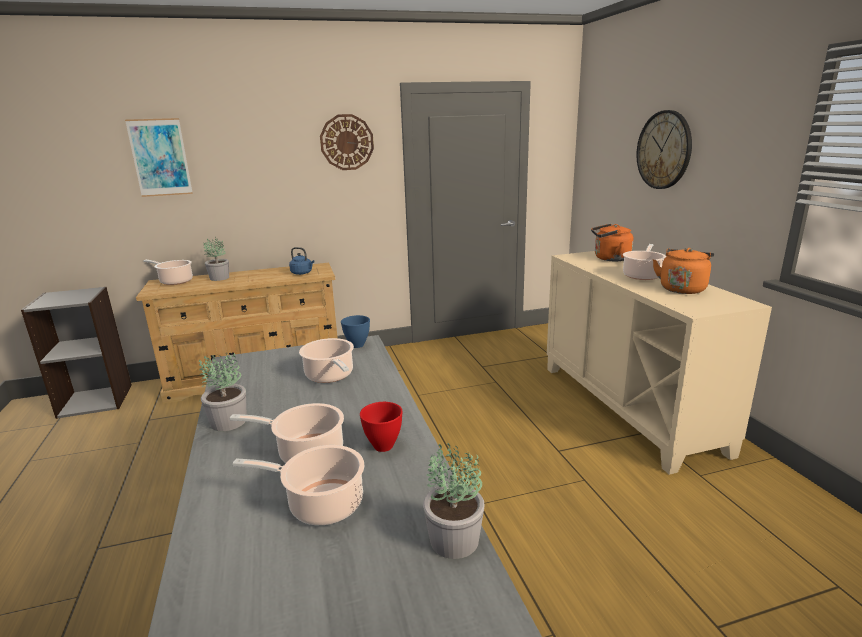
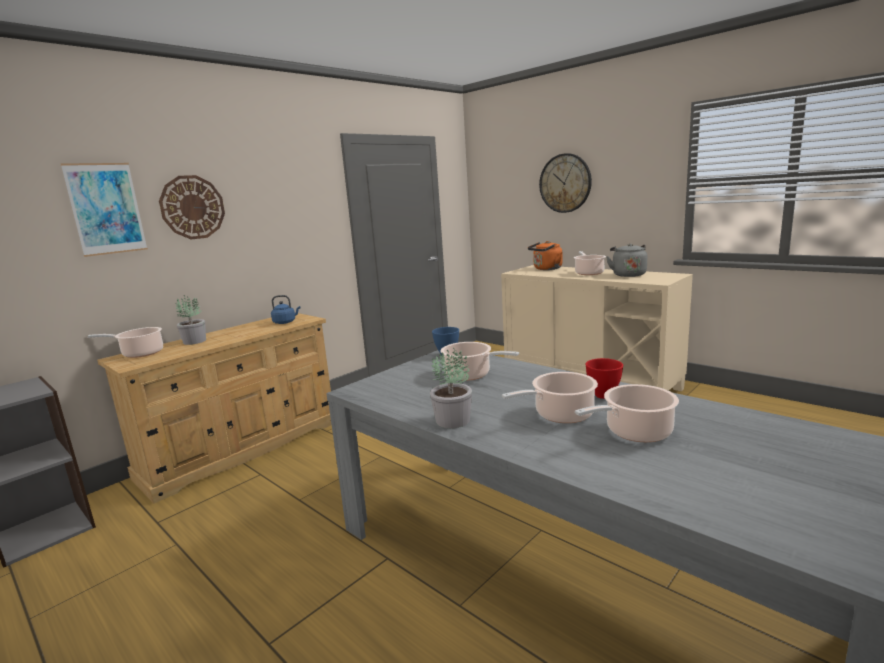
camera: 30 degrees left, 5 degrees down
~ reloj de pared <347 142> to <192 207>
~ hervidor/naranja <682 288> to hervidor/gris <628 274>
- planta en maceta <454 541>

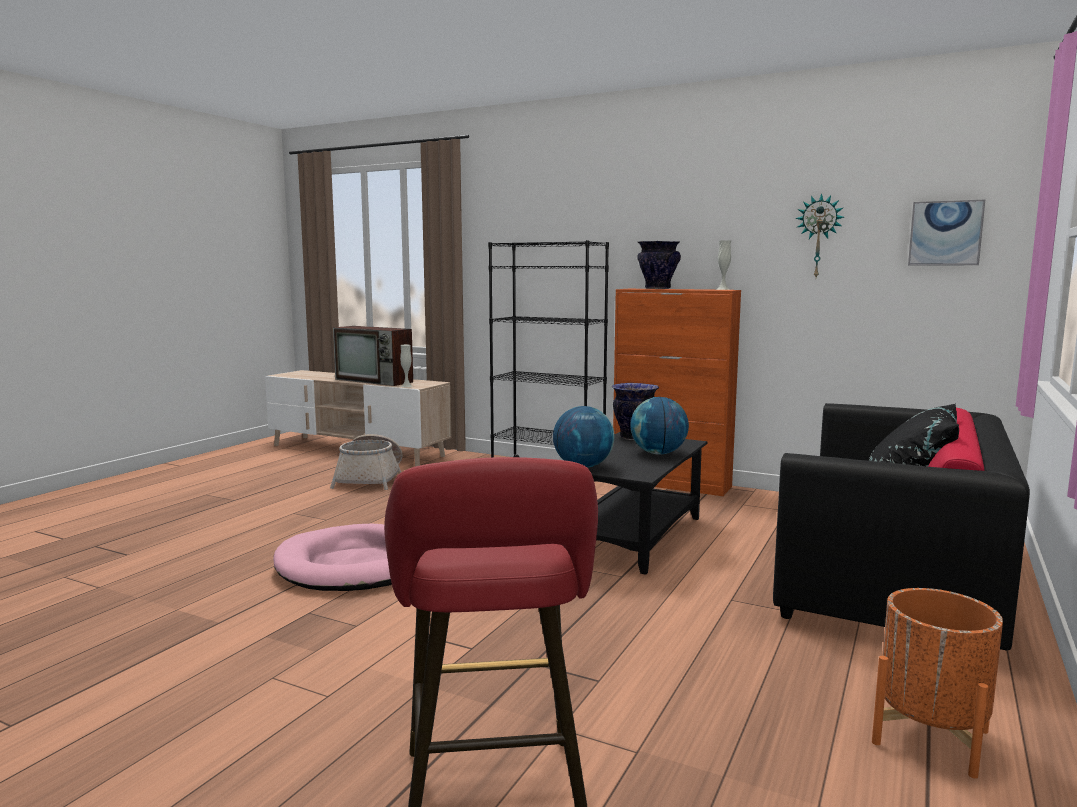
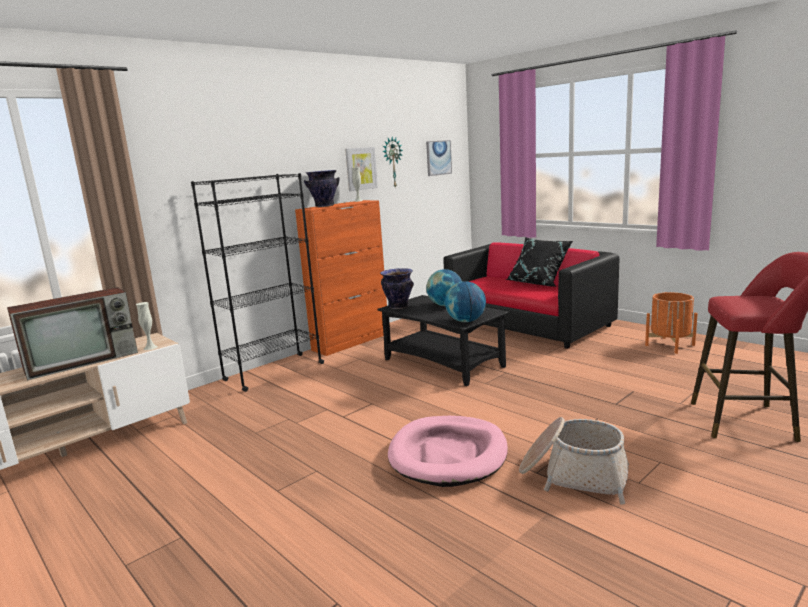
camera: 70 degrees left, 5 degrees up
~ cesta <370 479> to <573 475>
+ cuadro <361 168>

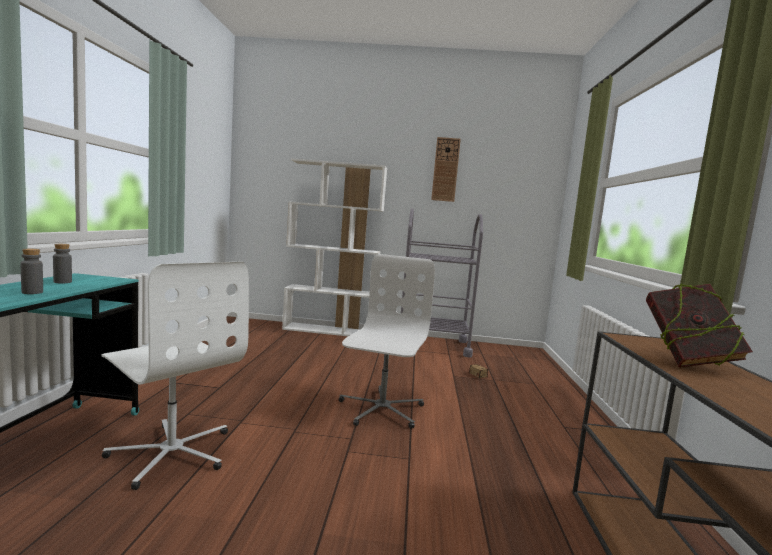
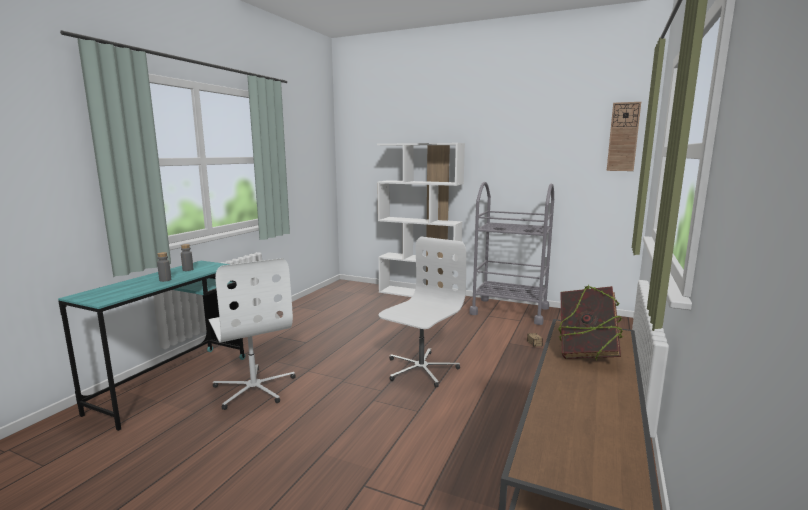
camera: 20 degrees right, 5 degrees up
~ reloj de pared <445 169> to <623 137>

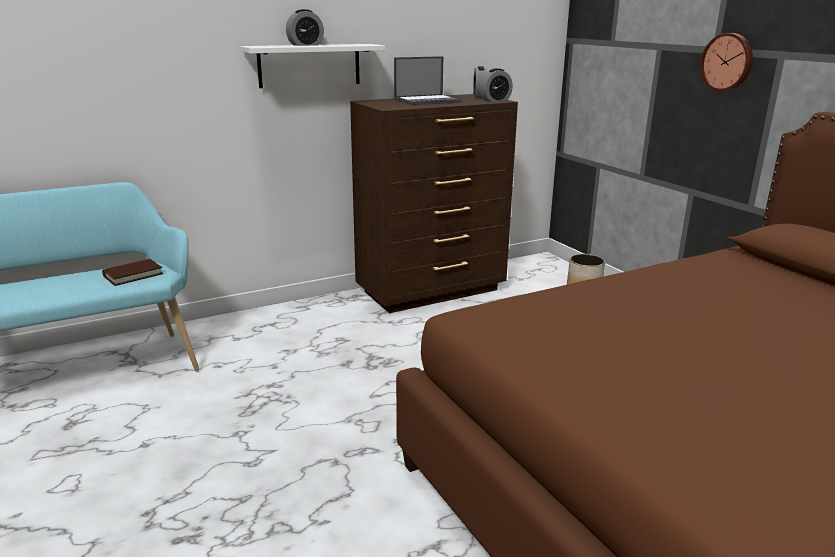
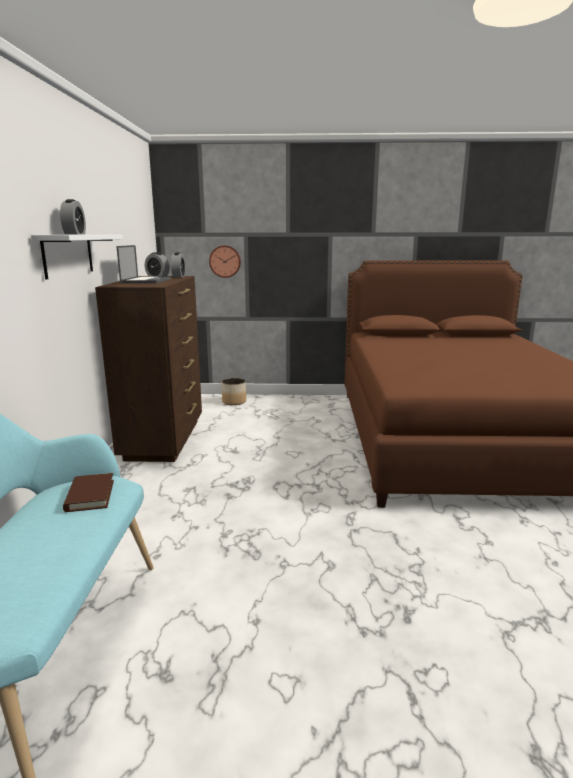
camera: 60 degrees left, 5 degrees down
~ reloj de pared <728 62> to <225 261>

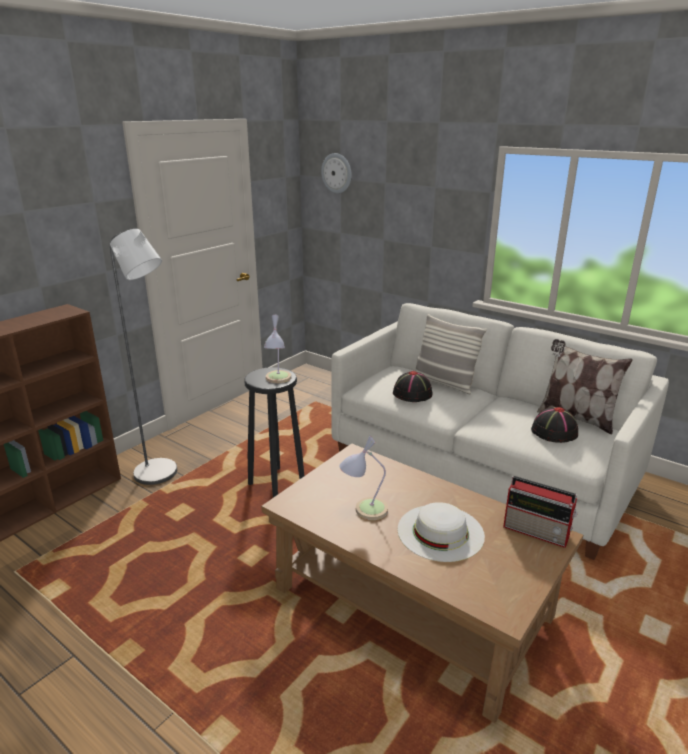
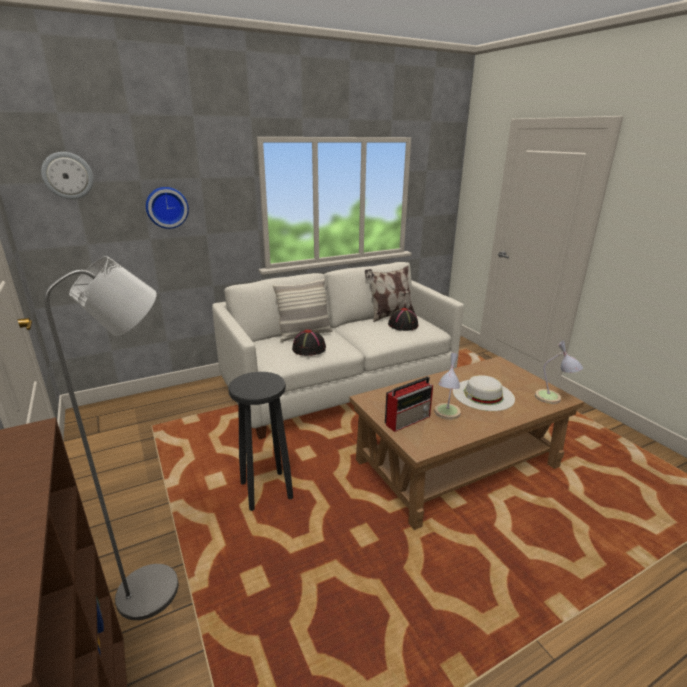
camera: 65 degrees left, 0 degrees up
~ lámpara de mesa <277 380> to <553 398>
~ radio <537 532> to <408 420>
+ reloj de pared <167 207>

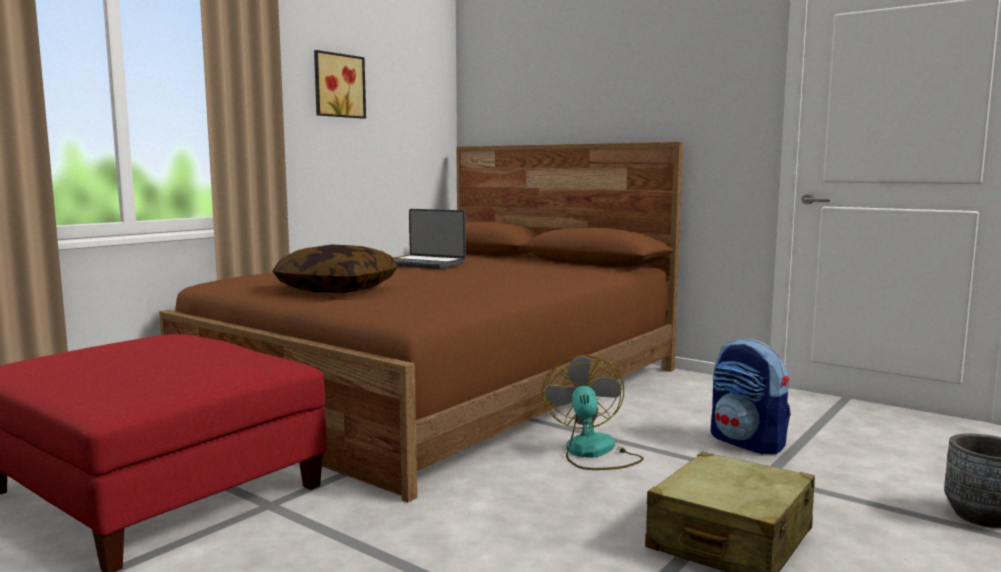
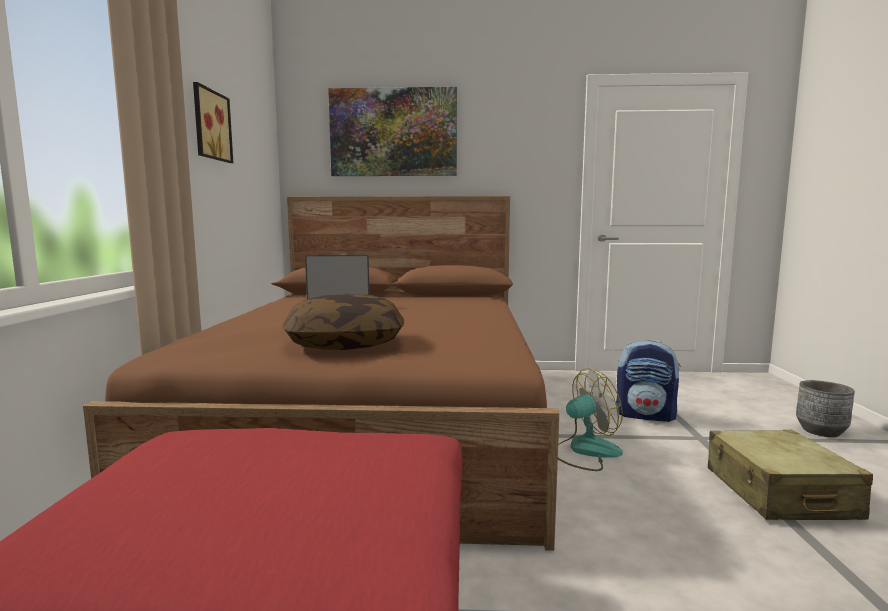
camera: 35 degrees left, 0 degrees up
~ ventilador <593 453> = <584 451> 105 degrees clockwise
+ cuadro <393 132>

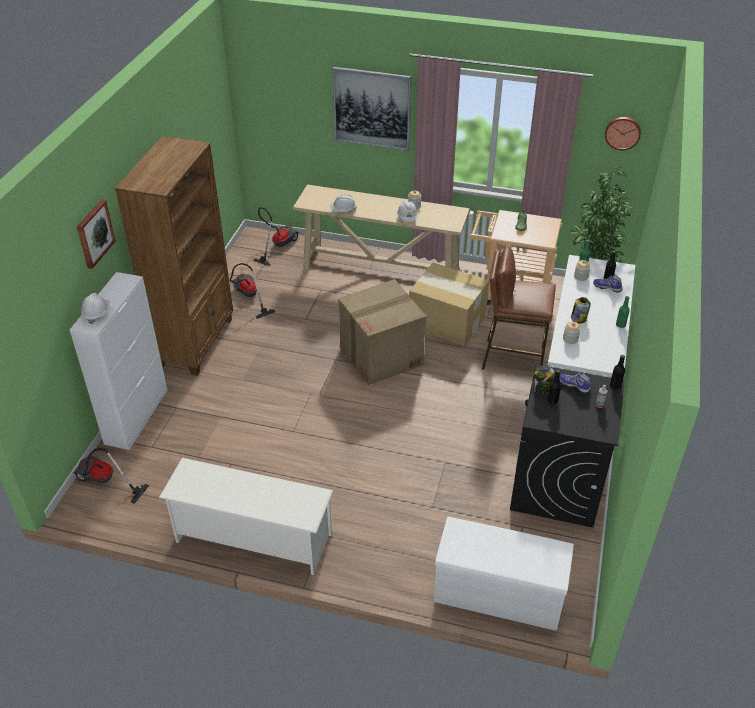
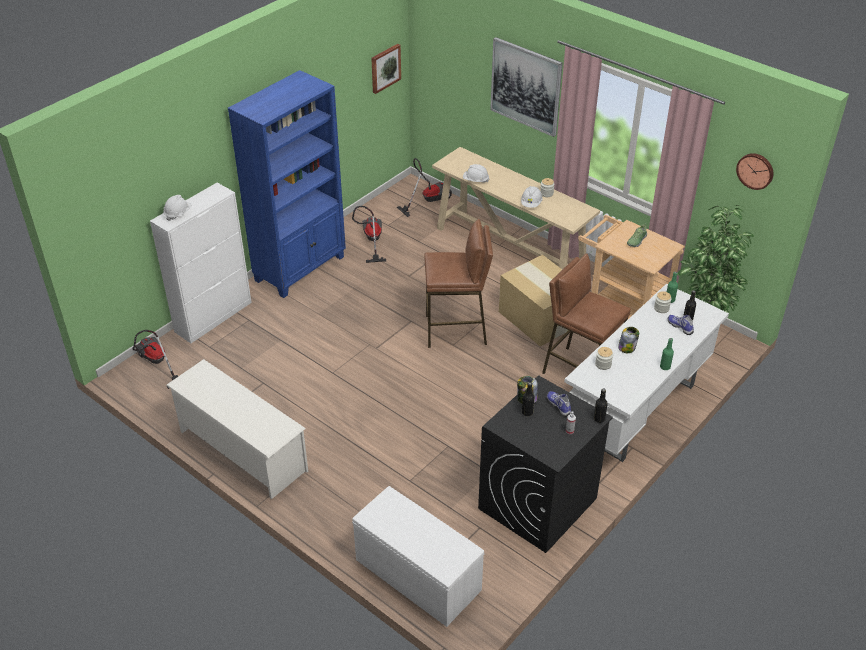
camera: 25 degrees right, 0 degrees up
~ estantería/marrón <196 342> to estantería/azul <301 268>
~ cuadro <94 233> to <385 68>
~ caja de cartón <382 355> to taburete/marrón <456 330>

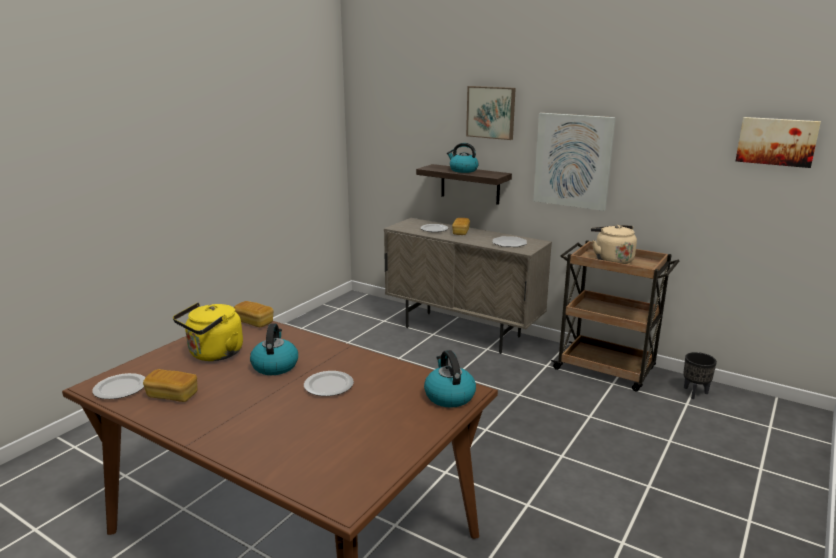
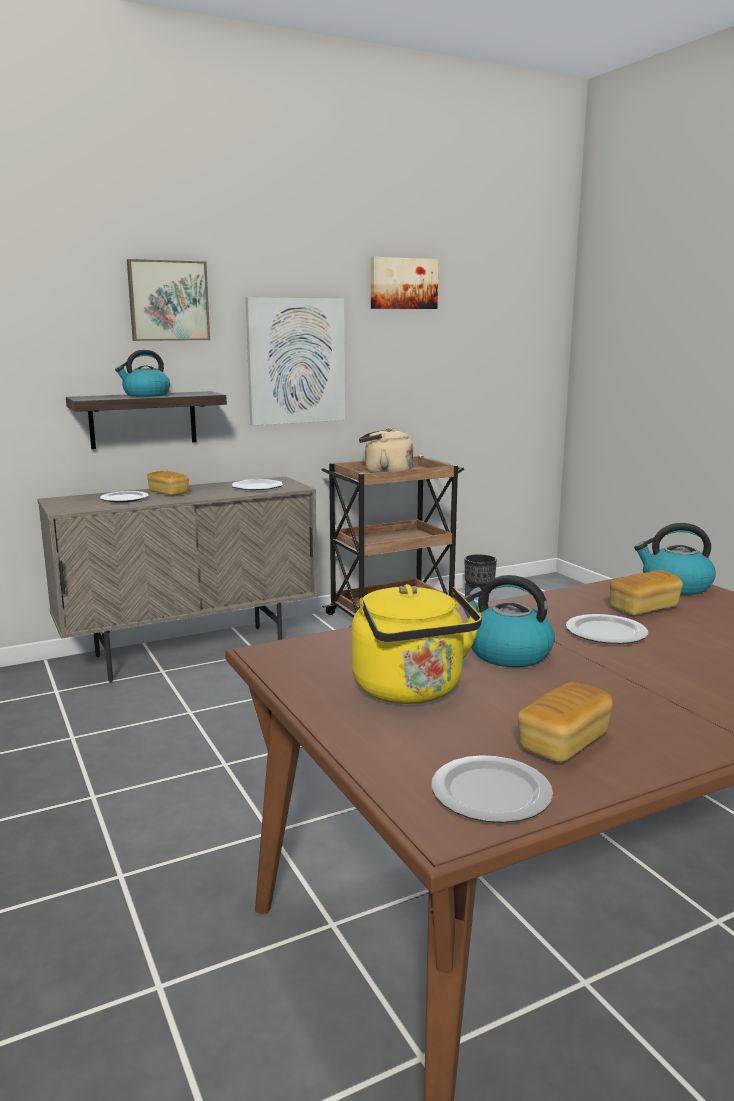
camera: 60 degrees left, 5 degrees down
~ cuadro <776 141> to <403 283>
~ pan <254 322> to <643 608>

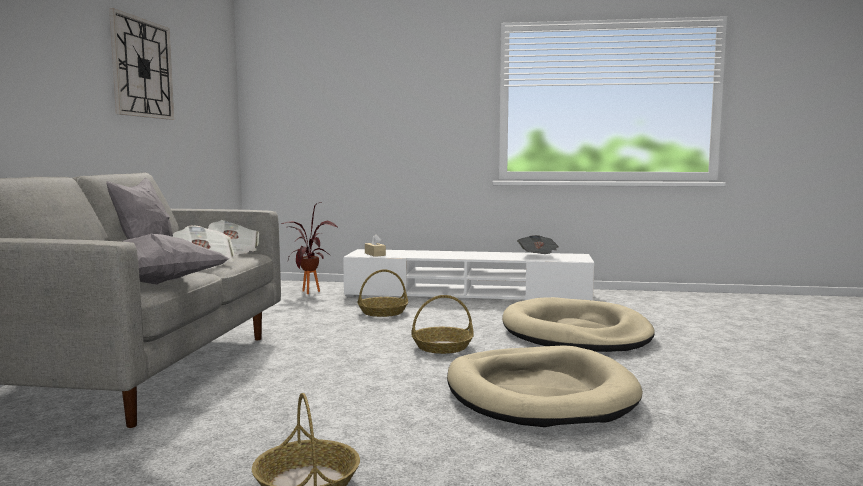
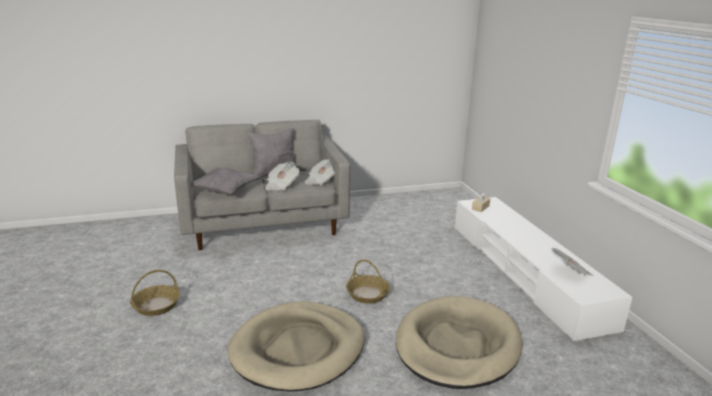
camera: 65 degrees right, 15 degrees up
- reloj de pared <142 68>
- planta en maceta <310 293>
- cesta <383 312>

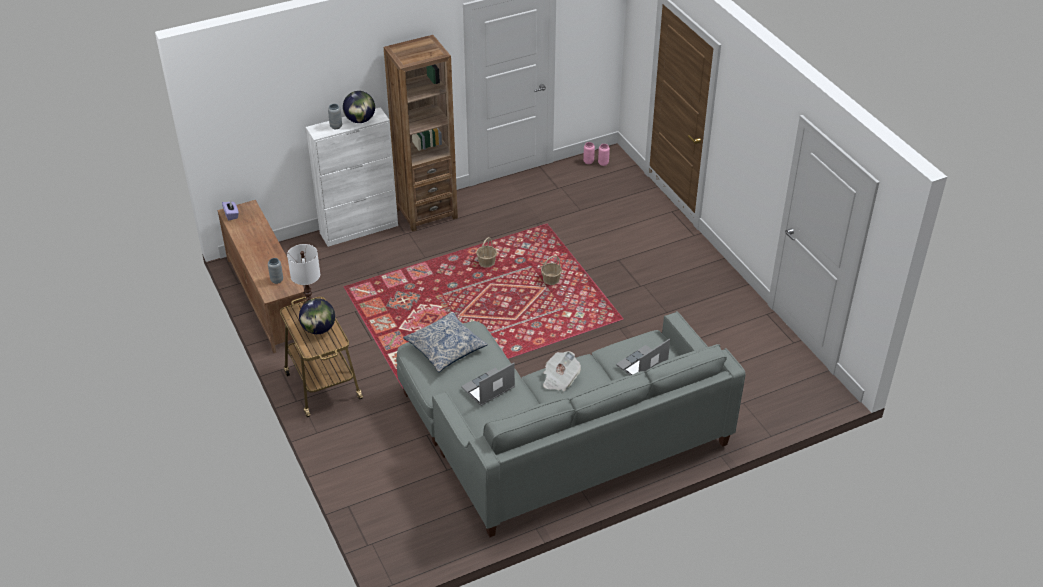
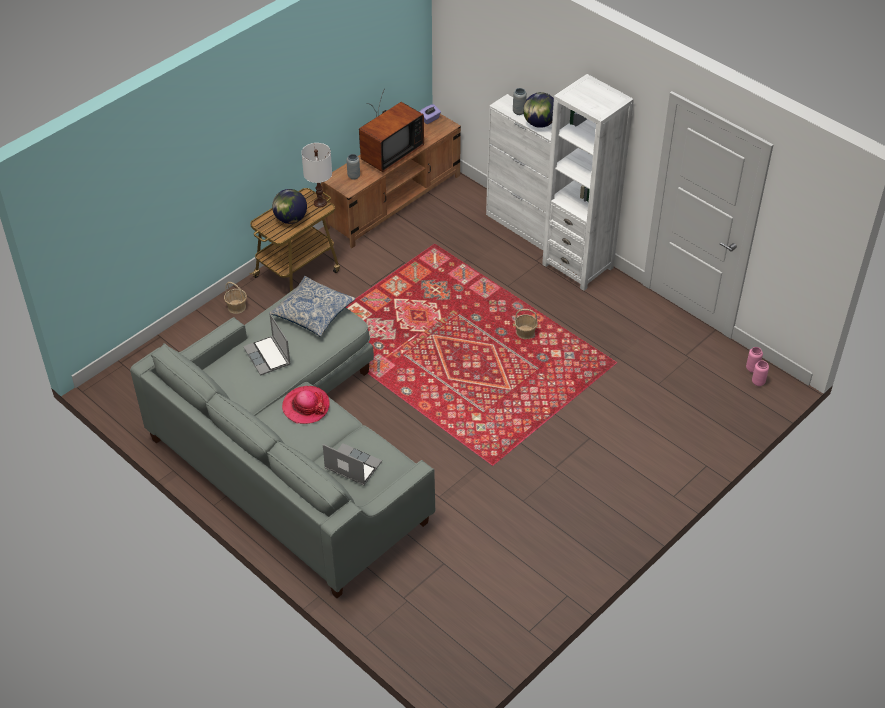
camera: 70 degrees right, 5 degrees up
~ estantería/marrón <426 213> to estantería/blanco <578 266>
~ cesta <551 280> to <236 307>
~ periódico <560 379> to sombrero <306 406>
~ portátil <488 389> = <268 356> 150 degrees counterclockwise
+ televisor <388 153>

